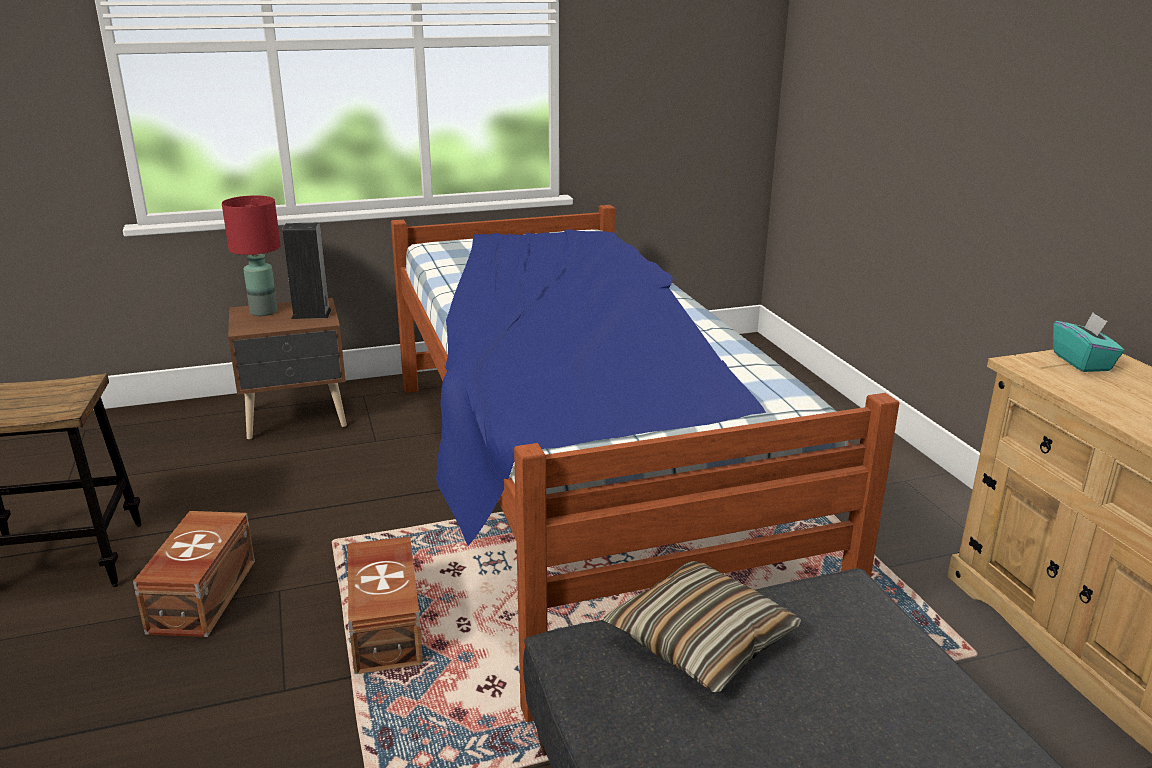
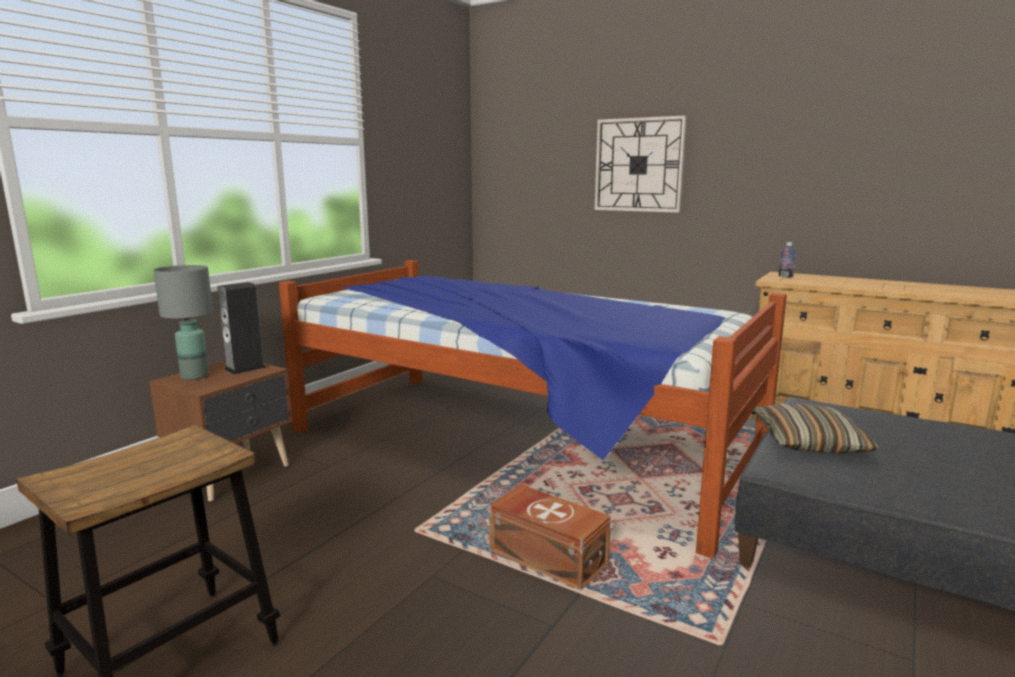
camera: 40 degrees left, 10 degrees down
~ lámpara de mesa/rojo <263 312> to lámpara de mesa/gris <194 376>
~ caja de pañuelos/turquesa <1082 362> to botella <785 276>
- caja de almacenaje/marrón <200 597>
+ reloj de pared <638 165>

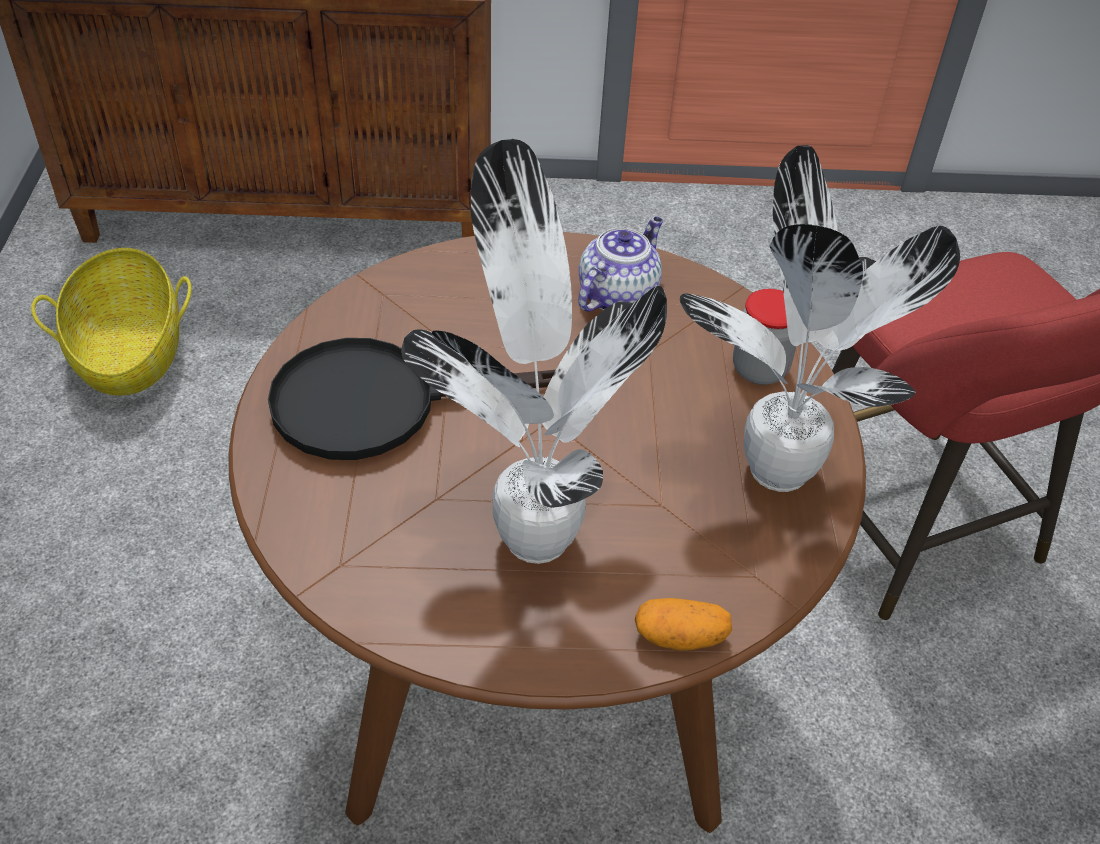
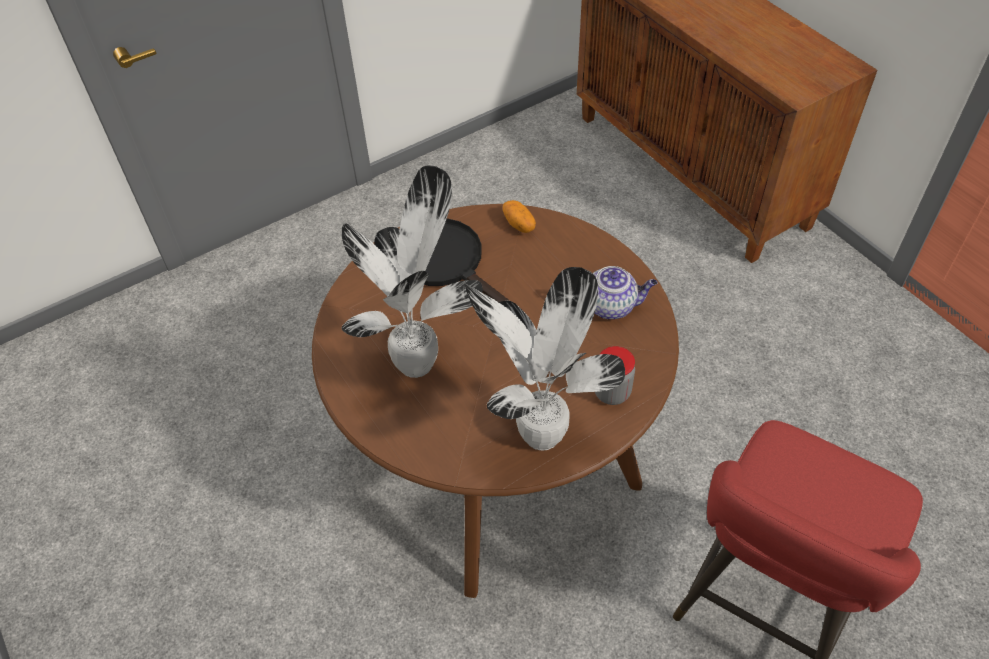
camera: 60 degrees right, 5 degrees up
- cesta <129 352>
~ patata <680 636> to <519 224>

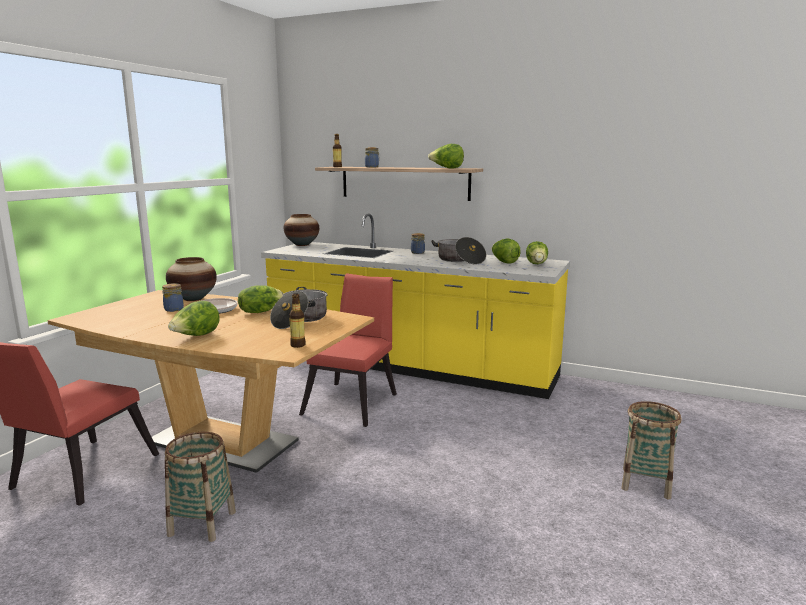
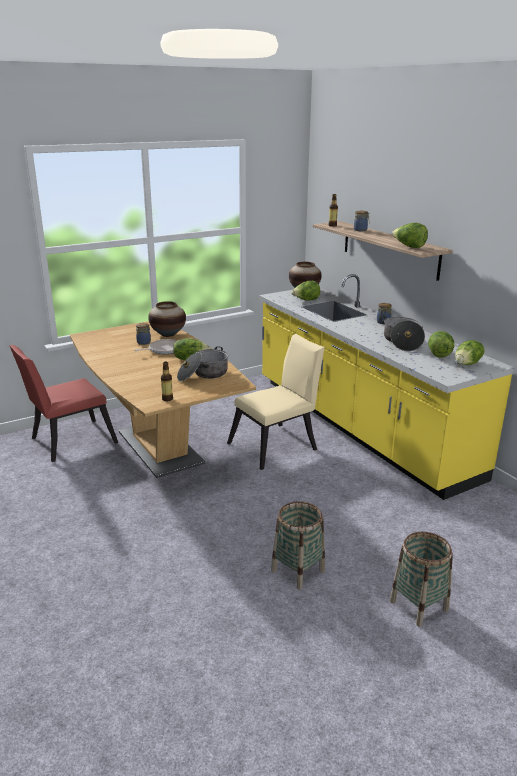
camera: 35 degrees right, 10 degrees up
~ silla/rojo <354 401> to silla/beis <277 445>
~ lechuga <196 336> to <306 300>
~ cesta <202 523> to <298 571>

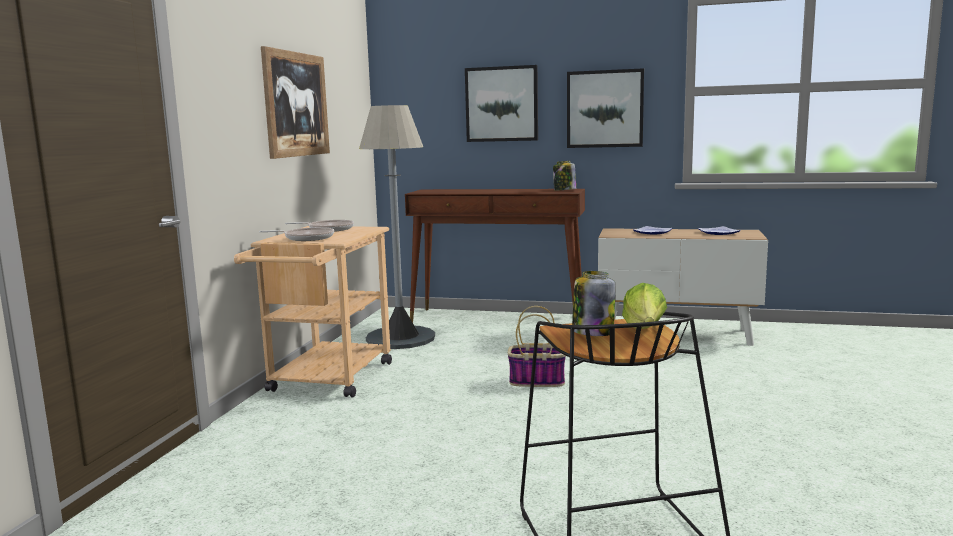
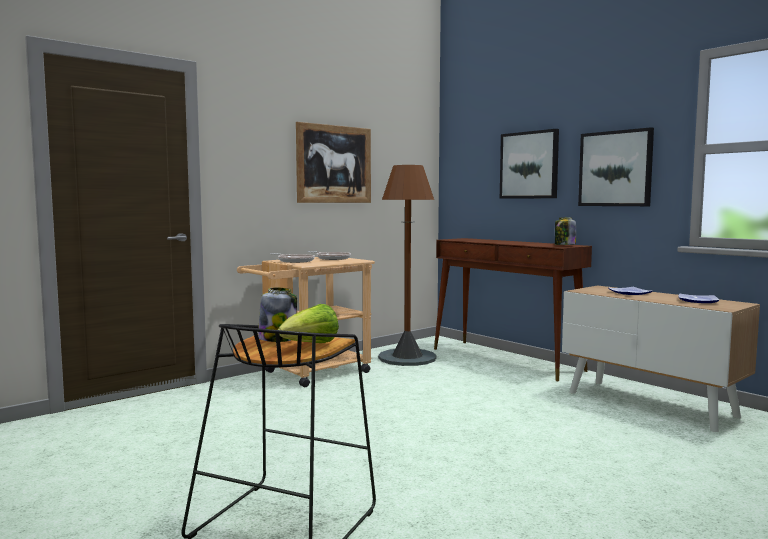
camera: 35 degrees right, 5 degrees down
~ lámpara de pie/gris <400 338> to lámpara de pie/marrón <407 358>
- cesta <537 381>

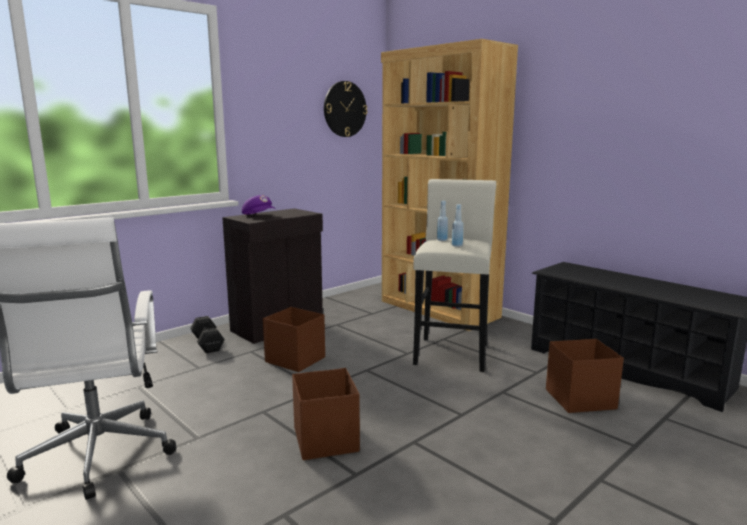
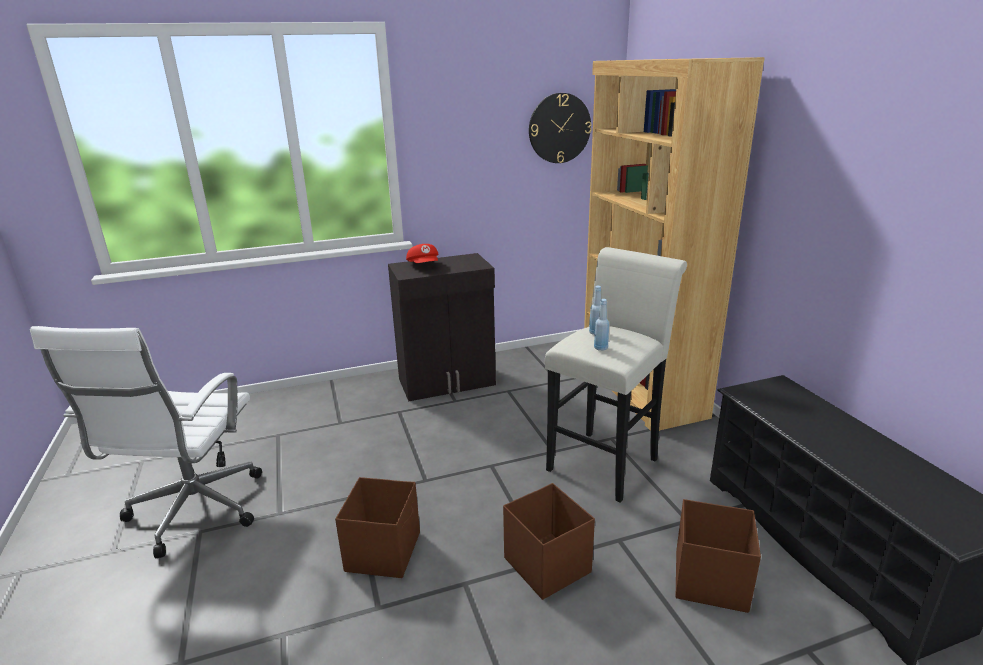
camera: 25 degrees right, 10 degrees up
~ gorra/morado <259 216> to gorra/rojo <424 266>
~ caja de almacenaje/marrón <295 359> to <547 564>
- mancuerna/negro <208 343>

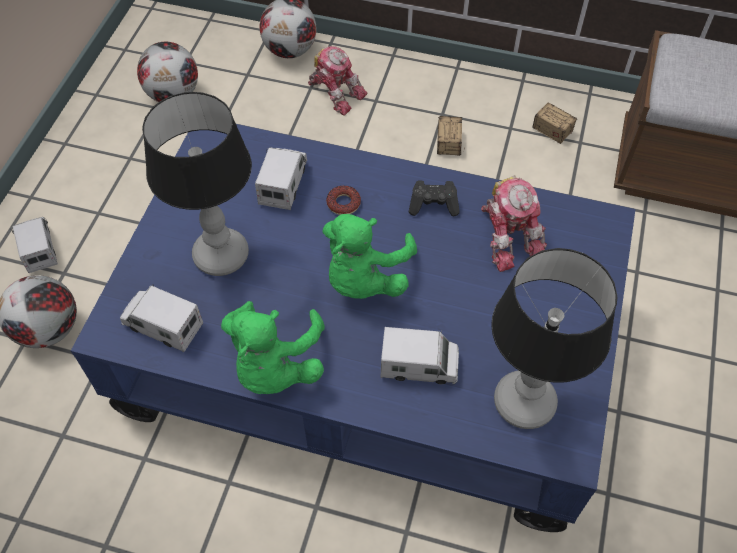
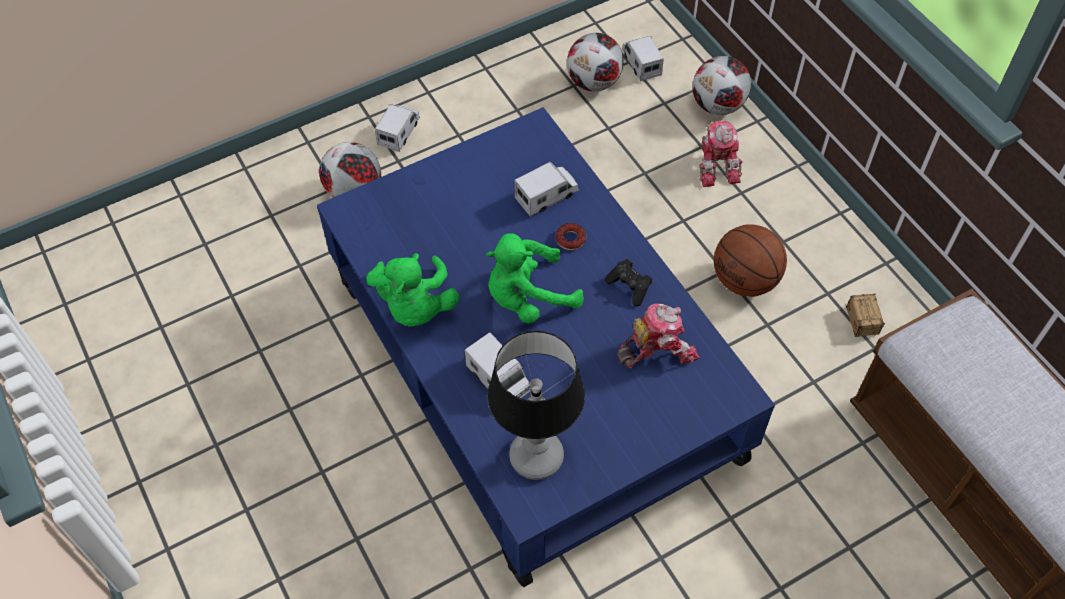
camera: 45 degrees right, 0 degrees up
- lámpara de mesa <221 256>
~ caja de almacenaje <448 160> to balón de baloncesto <745 280>
~ robot de juguete <509 235> = <657 348> 135 degrees counterclockwise
~ camión de juguete <163 325> to <641 64>
~ peluche/verde <274 365> = <415 307> 60 degrees counterclockwise

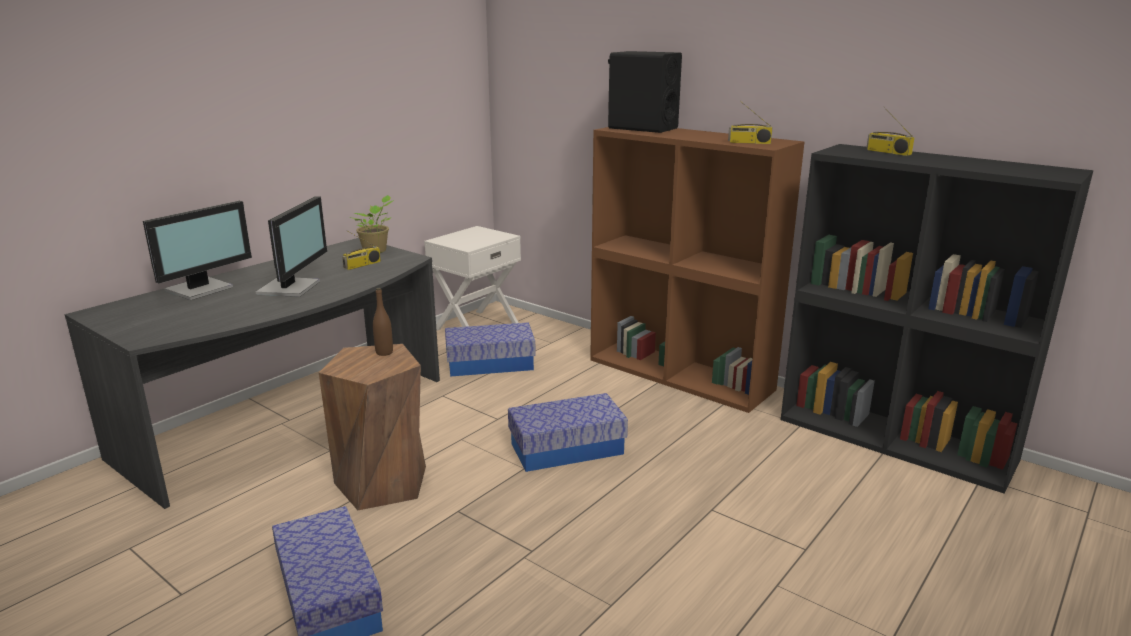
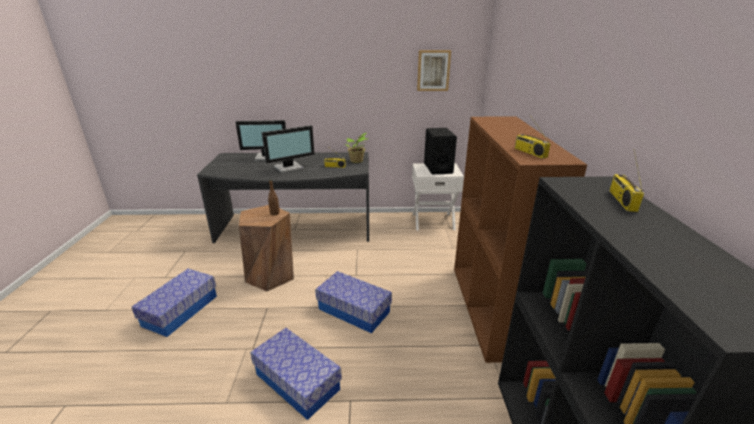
camera: 50 degrees right, 5 degrees up
~ altavoz/negro <642 128> to <438 168>
~ caja de almacenaje <490 363> to <297 381>
+ cuadro <433 70>

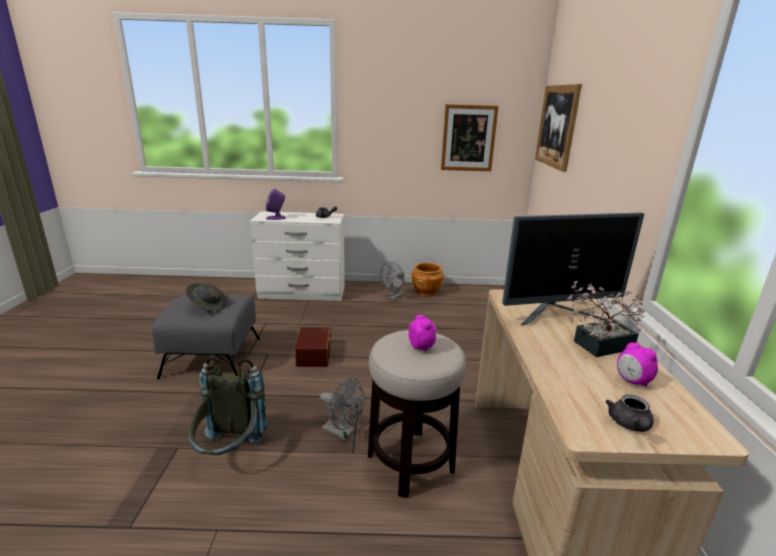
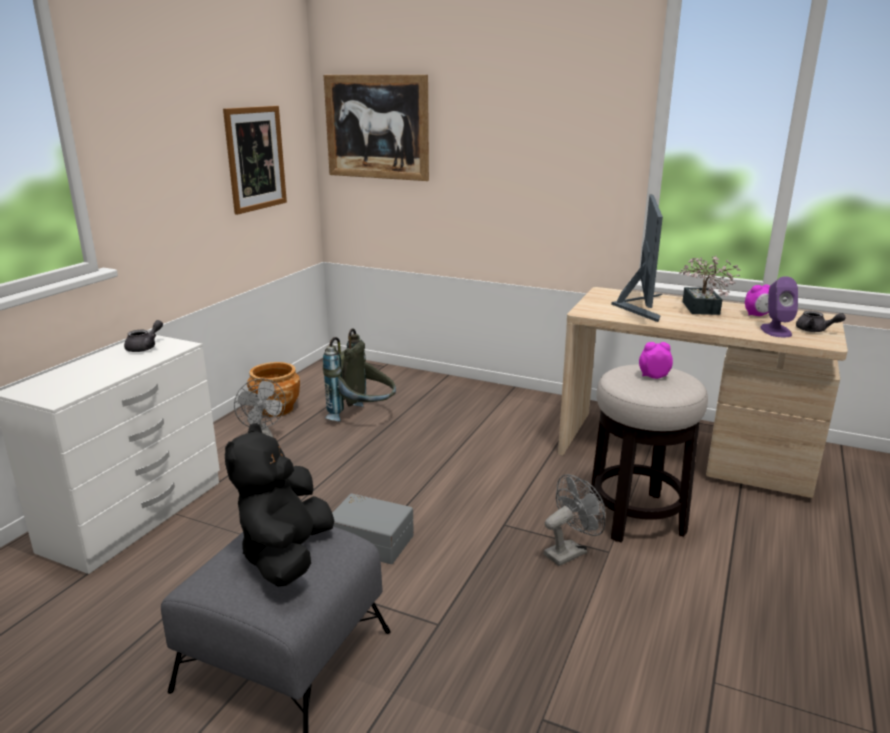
camera: 65 degrees left, 0 degrees up
~ altavoz/morado <276 218> to <775 330>
~ sombrero/gris <208 306> to peluche/negro <286 556>
~ caja de almacenaje/marrón <315 354> to caja de almacenaje/gris <372 540>
~ mochila/gris <230 453> to <364 418>

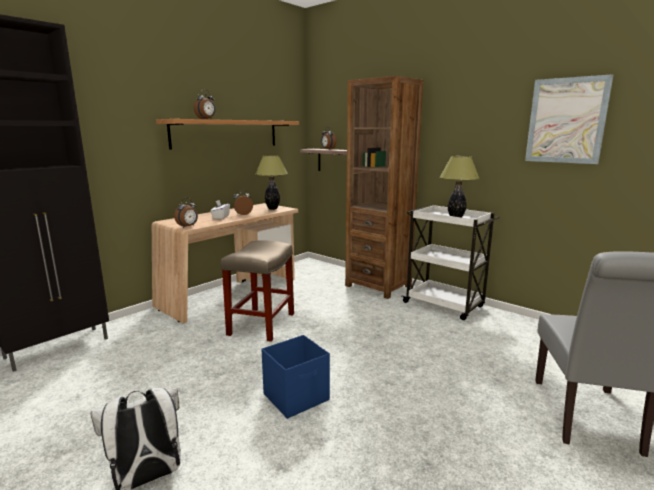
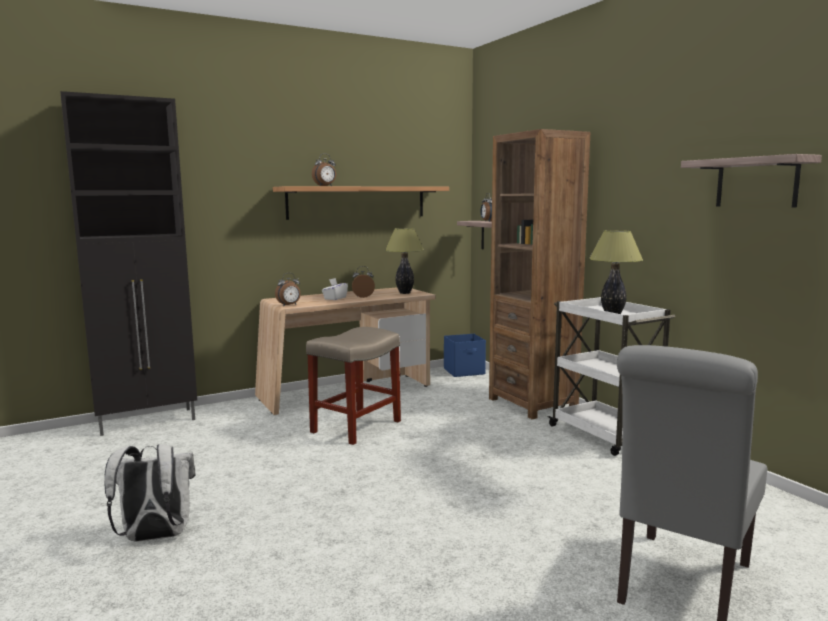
camera: 20 degrees right, 5 degrees down
~ cuadro <566 121> to estante <756 182>
~ caja de almacenaje/azul <297 397> to <464 371>

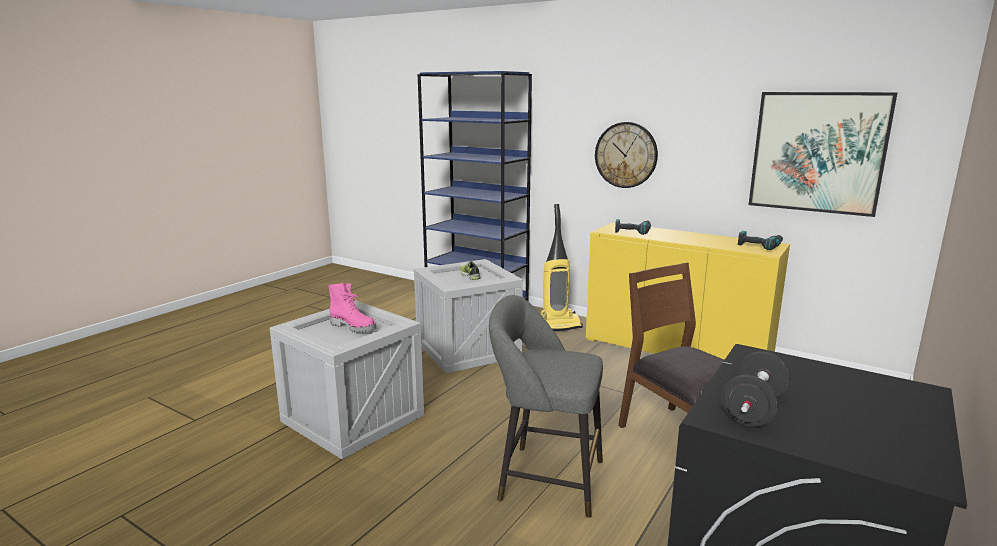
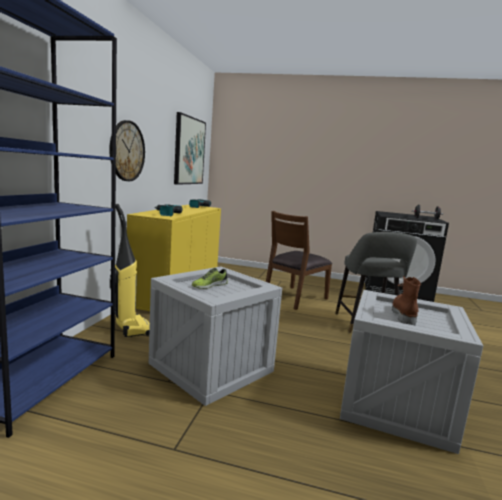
camera: 110 degrees left, 5 degrees down
~ bota/rosa <354 327> to bota/marrón <403 314>

